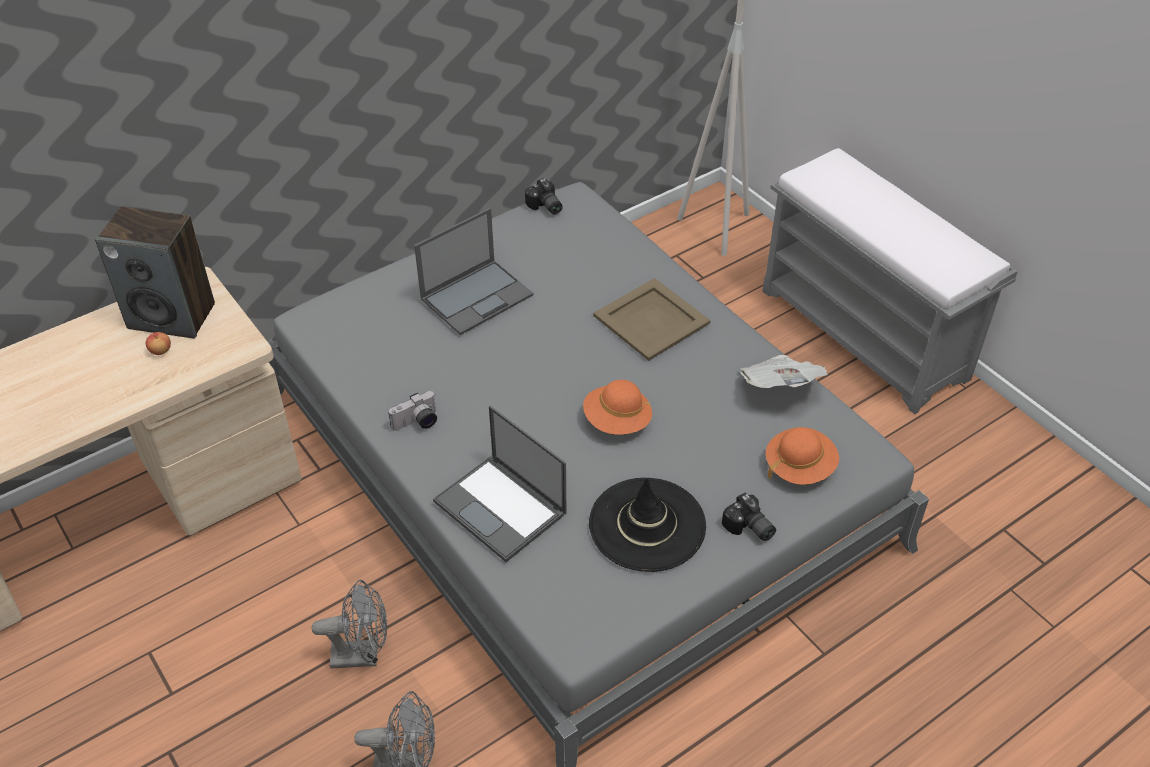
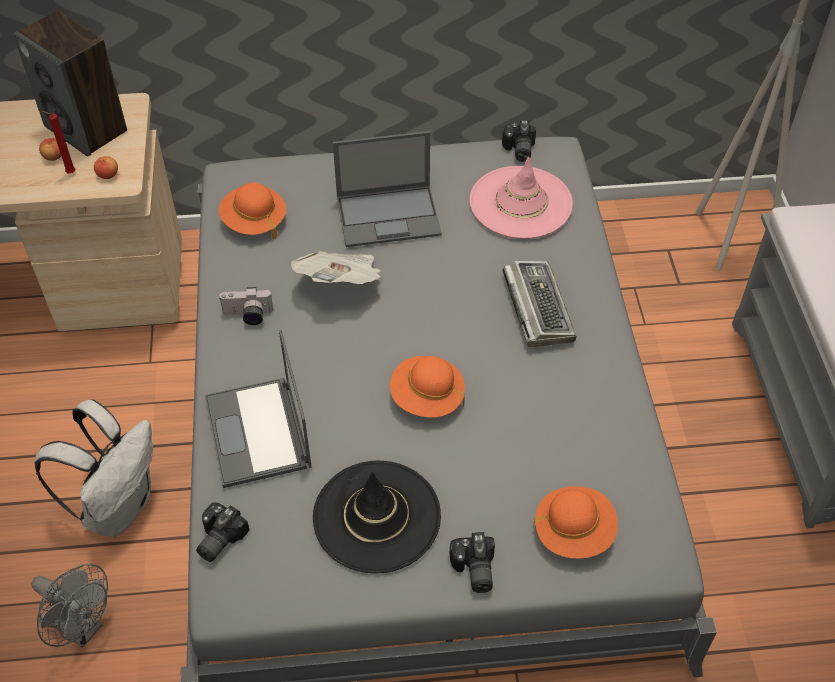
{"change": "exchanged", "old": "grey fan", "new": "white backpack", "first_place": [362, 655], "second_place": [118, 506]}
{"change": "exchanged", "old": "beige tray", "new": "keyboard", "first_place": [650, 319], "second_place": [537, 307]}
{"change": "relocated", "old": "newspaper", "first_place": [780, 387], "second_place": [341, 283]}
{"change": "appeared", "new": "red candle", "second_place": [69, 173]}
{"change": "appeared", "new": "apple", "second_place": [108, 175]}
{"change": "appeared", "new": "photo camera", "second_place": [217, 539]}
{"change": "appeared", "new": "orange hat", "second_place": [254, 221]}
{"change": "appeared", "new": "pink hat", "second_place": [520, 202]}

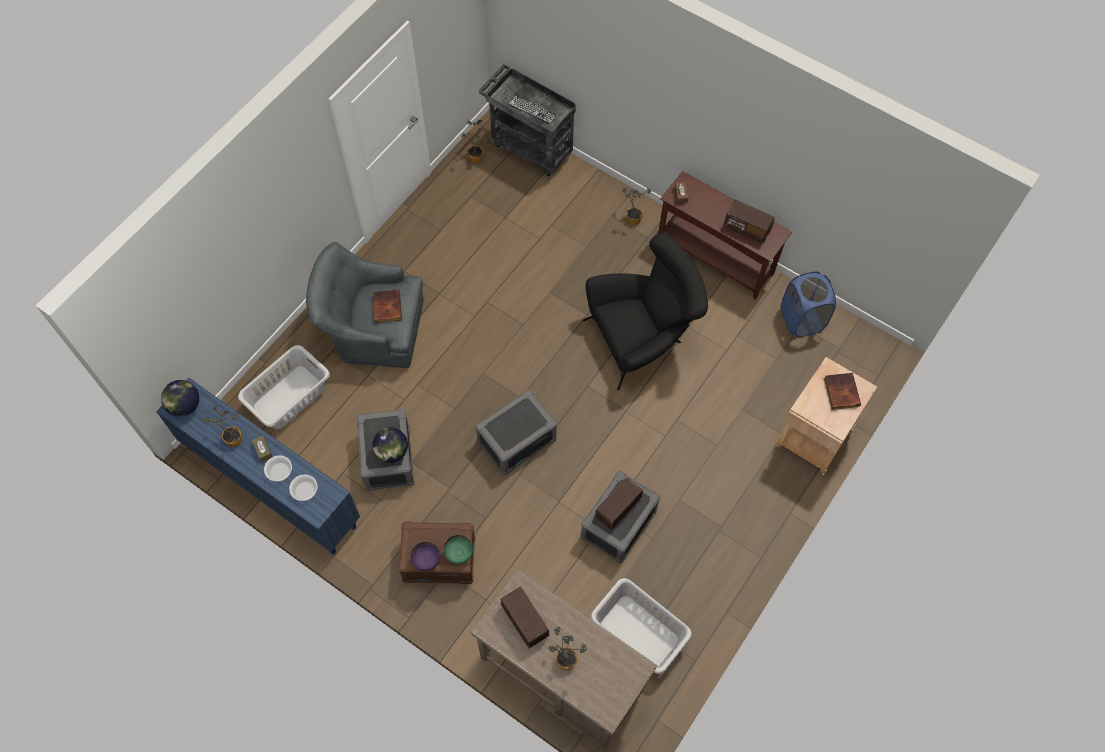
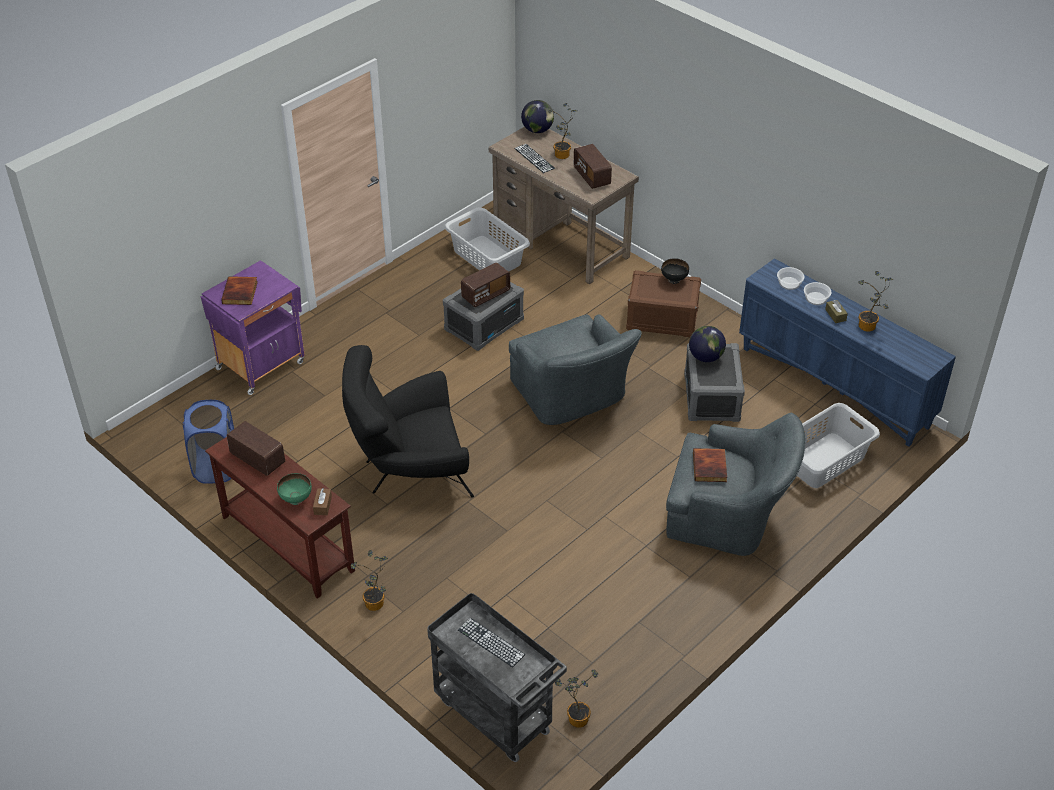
{"change": "relocated", "old": "globe", "first_place": [185, 405], "second_place": [537, 130]}
{"change": "colour", "old": "purple bowl", "new": "black bowl", "first_place": [426, 561], "second_place": [674, 280]}
{"change": "relocated", "old": "green bowl", "first_place": [459, 553], "second_place": [296, 499]}
{"change": "exchanged", "old": "grey storage box", "new": "grey armchair", "first_place": [517, 440], "second_place": [572, 397]}
{"change": "colour", "old": "brown cart", "new": "purple cart", "first_place": [813, 438], "second_place": [262, 365]}
{"change": "appeared", "new": "keyboard", "second_place": [534, 158]}

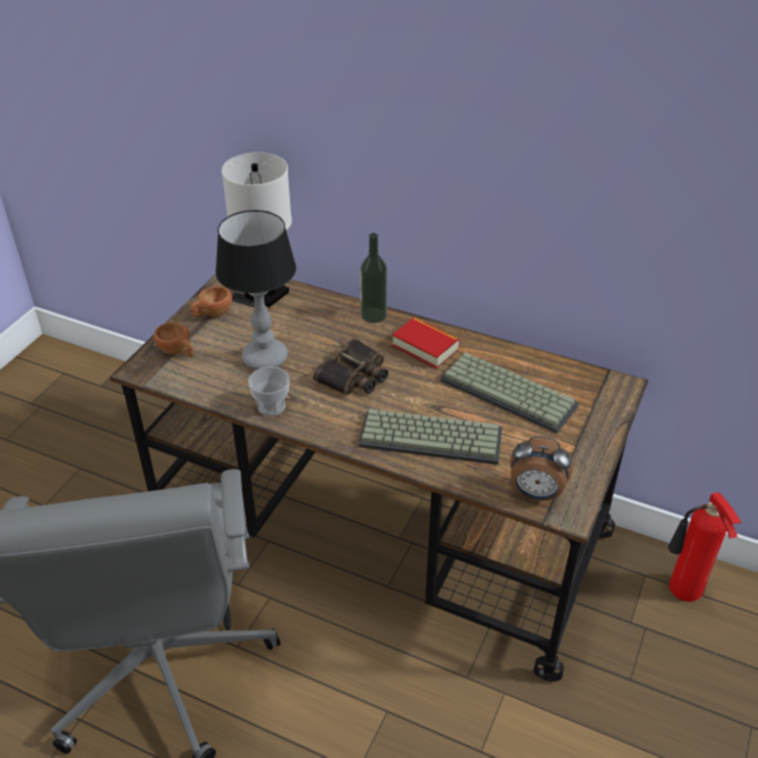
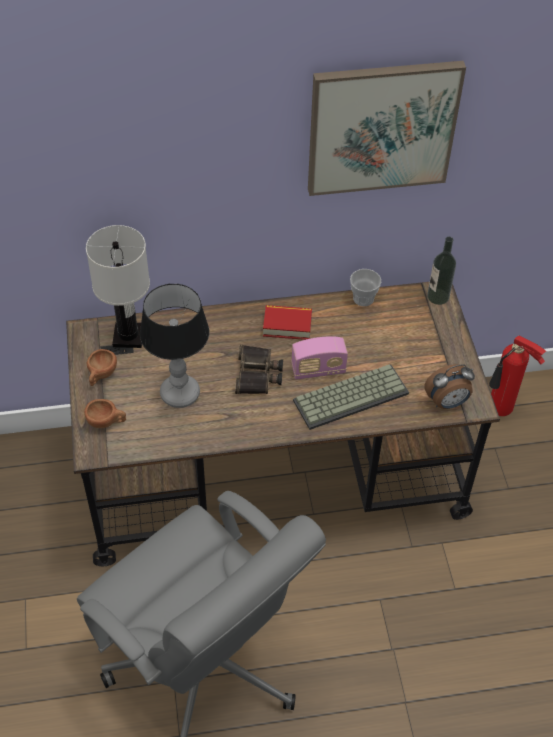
{"change": "relocated", "old": "cup", "first_place": [271, 406], "second_place": [363, 298]}
{"change": "relocated", "old": "bottle", "first_place": [373, 315], "second_place": [438, 296]}
{"change": "missing", "old": "keyboard", "first_place": [510, 392]}
{"change": "appeared", "new": "radio", "second_place": [318, 370]}
{"change": "appeared", "new": "picture", "second_place": [381, 127]}

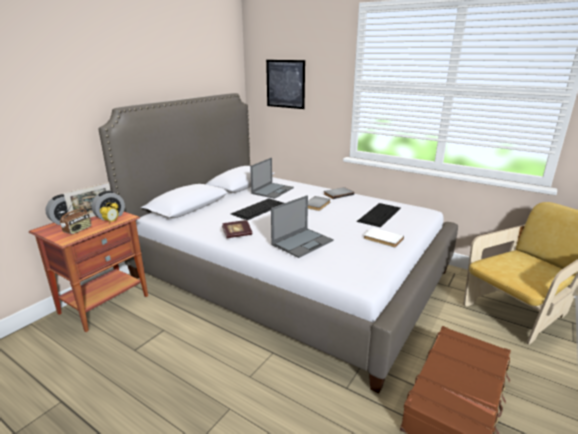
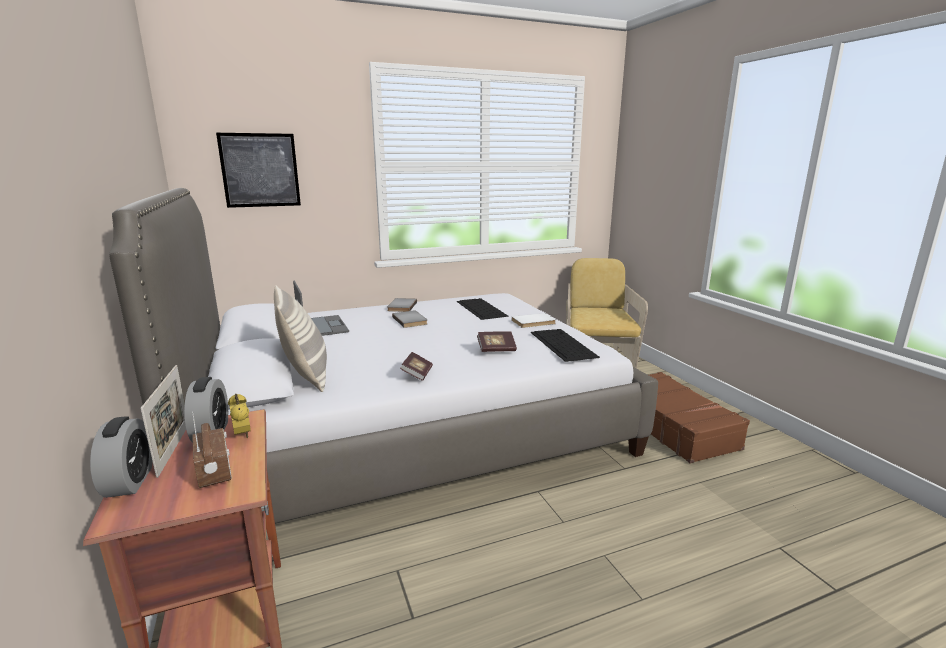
{"change": "relocated", "old": "keyboard", "first_place": [259, 208], "second_place": [562, 344]}
{"change": "exchanged", "old": "laptop", "new": "book", "first_place": [303, 242], "second_place": [496, 349]}
{"change": "appeared", "new": "pillow", "second_place": [306, 376]}

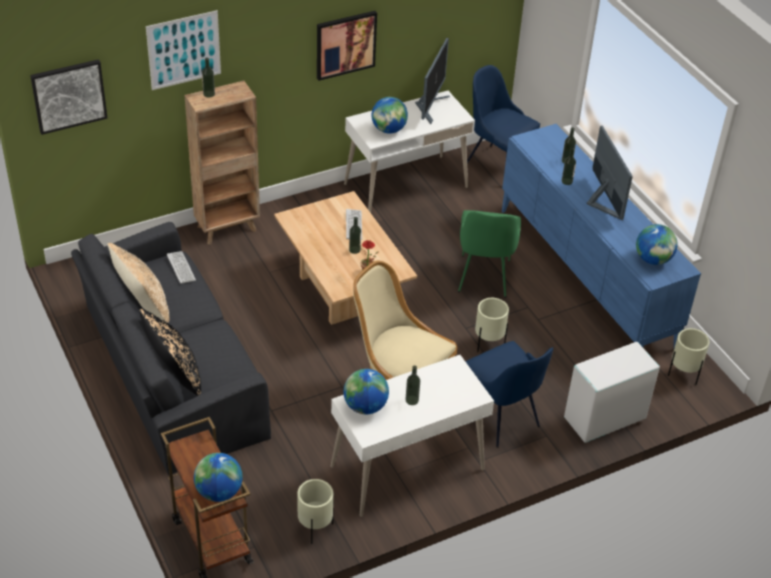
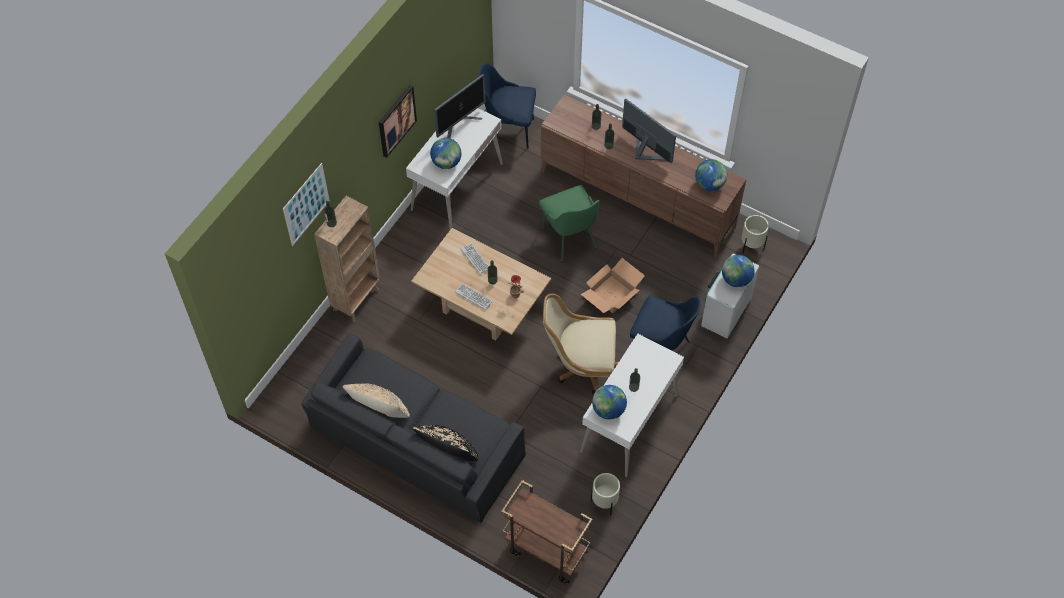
{"change": "missing", "old": "picture", "first_place": [69, 95]}
{"change": "relocated", "old": "keyboard", "first_place": [181, 268], "second_place": [474, 297]}
{"change": "relocated", "old": "globe", "first_place": [219, 492], "second_place": [736, 279]}
{"change": "spun", "old": "monitor", "first_place": [430, 106], "second_place": [459, 123], "degrees": 60}
{"change": "exchanged", "old": "beige planter", "new": "cardboard box", "first_place": [488, 344], "second_place": [612, 295]}
{"change": "colour", "old": "blue cabinet", "new": "brown cabinet", "first_place": [586, 277], "second_place": [638, 200]}

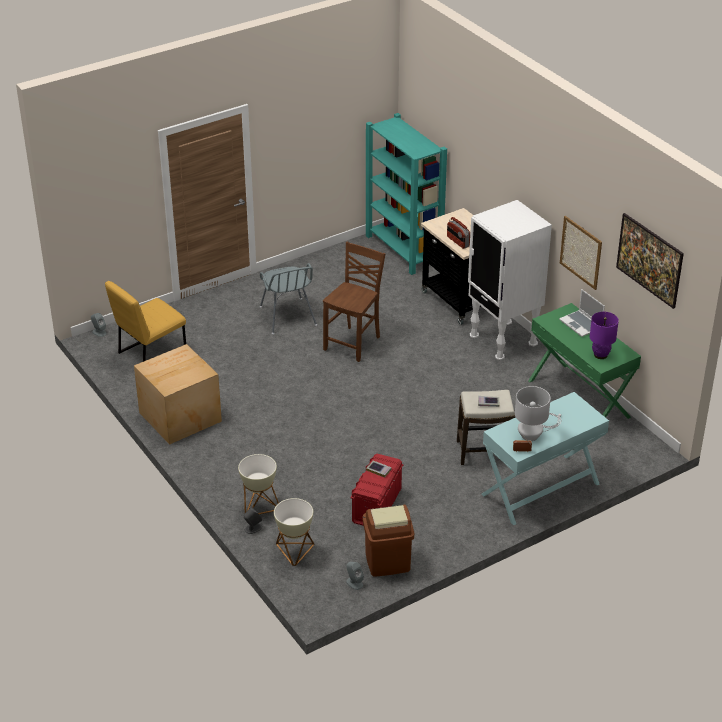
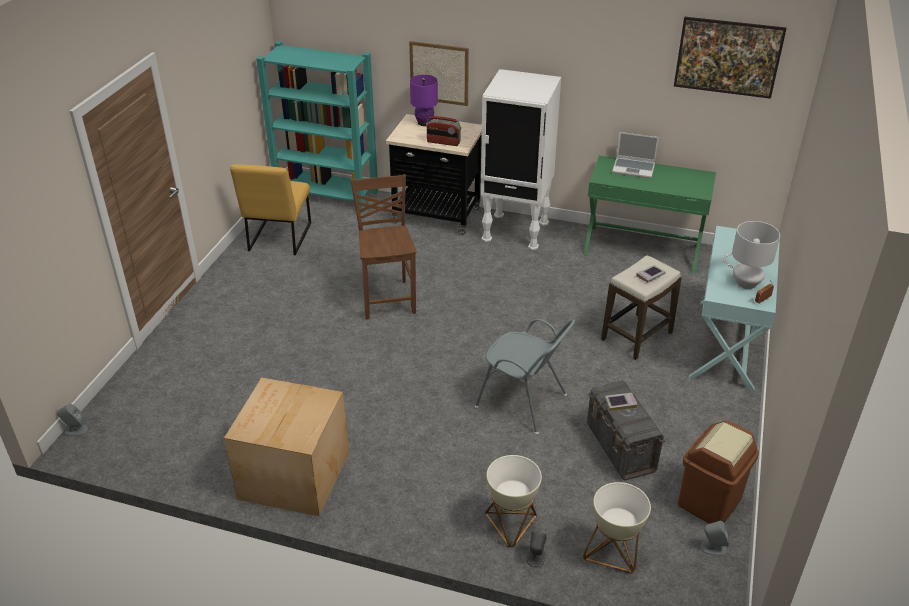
{"change": "relocated", "old": "yellow chair", "first_place": [150, 353], "second_place": [279, 238]}
{"change": "relocated", "old": "grey chair", "first_place": [288, 317], "second_place": [524, 402]}
{"change": "colour", "old": "red storage box", "new": "grey storage box", "first_place": [376, 506], "second_place": [620, 448]}
{"change": "relocated", "old": "picture", "first_place": [581, 251], "second_place": [439, 72]}
{"change": "relocated", "old": "purple table lamp", "first_place": [600, 355], "second_place": [424, 122]}

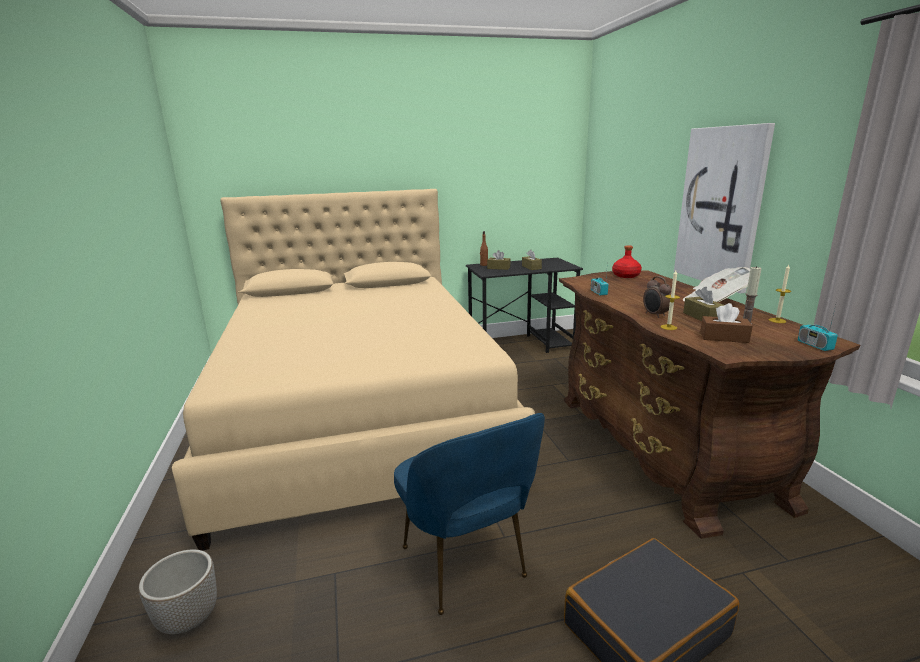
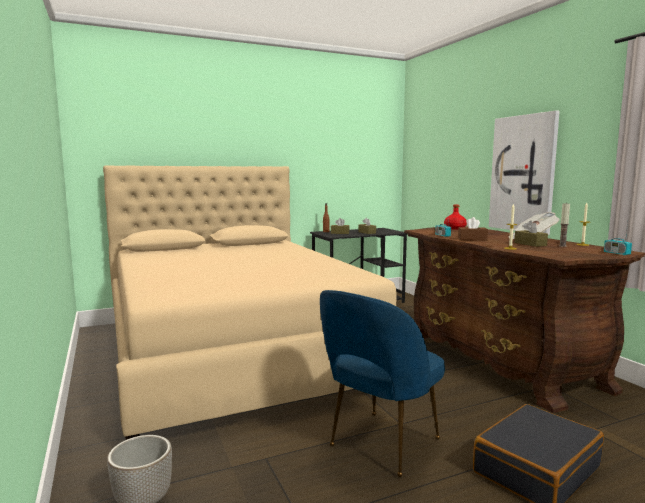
{"change": "spun", "old": "blue chair", "first_place": [467, 570], "second_place": [379, 446], "degrees": 75}
{"change": "missing", "old": "alarm clock", "first_place": [654, 315]}
{"change": "relocated", "old": "brown tissue box", "first_place": [724, 337], "second_place": [472, 239]}

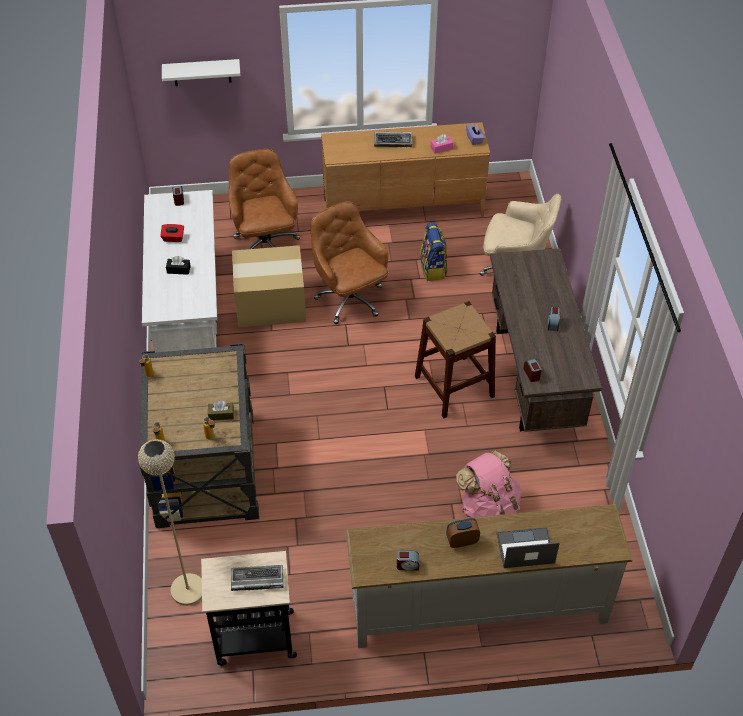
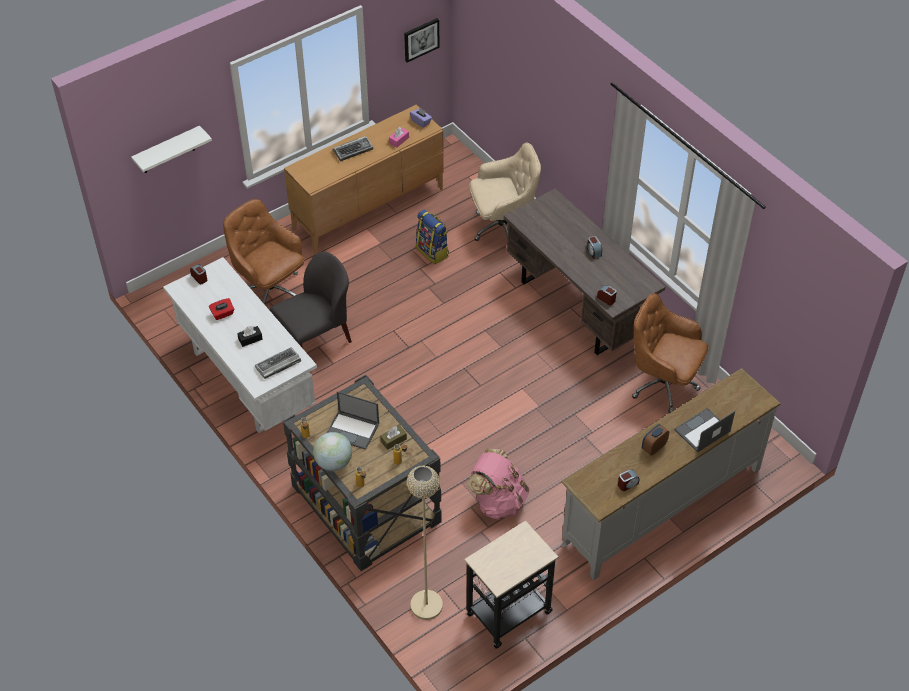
{"change": "relocated", "old": "keyboard", "first_place": [256, 580], "second_place": [278, 365]}
{"change": "exchanged", "old": "cardboard box", "new": "grey chair", "first_place": [271, 303], "second_place": [315, 340]}
{"change": "relocated", "old": "brown office chair", "first_place": [350, 299], "second_place": [663, 384]}
{"change": "missing", "old": "brown stool", "first_place": [454, 386]}
{"change": "relocated", "old": "pink backpack", "first_place": [488, 507], "second_place": [498, 501]}
{"change": "appeared", "new": "globe", "second_place": [333, 463]}
{"change": "appeared", "new": "laptop", "second_place": [353, 430]}
{"change": "appeared", "new": "picture", "second_place": [421, 39]}

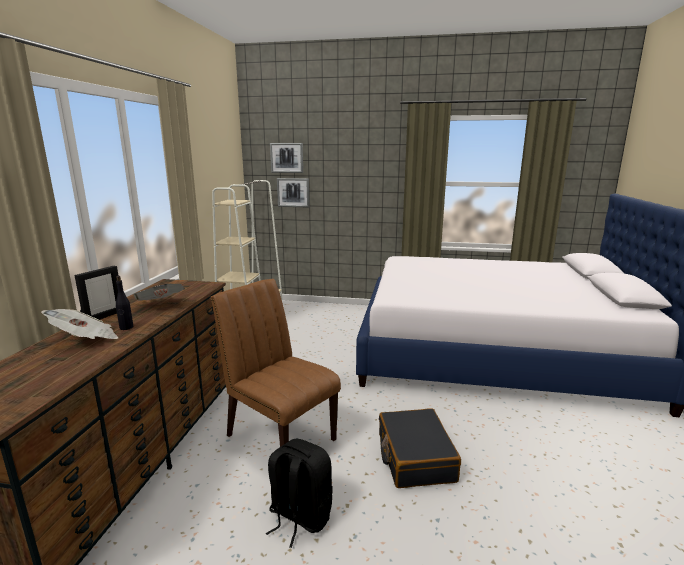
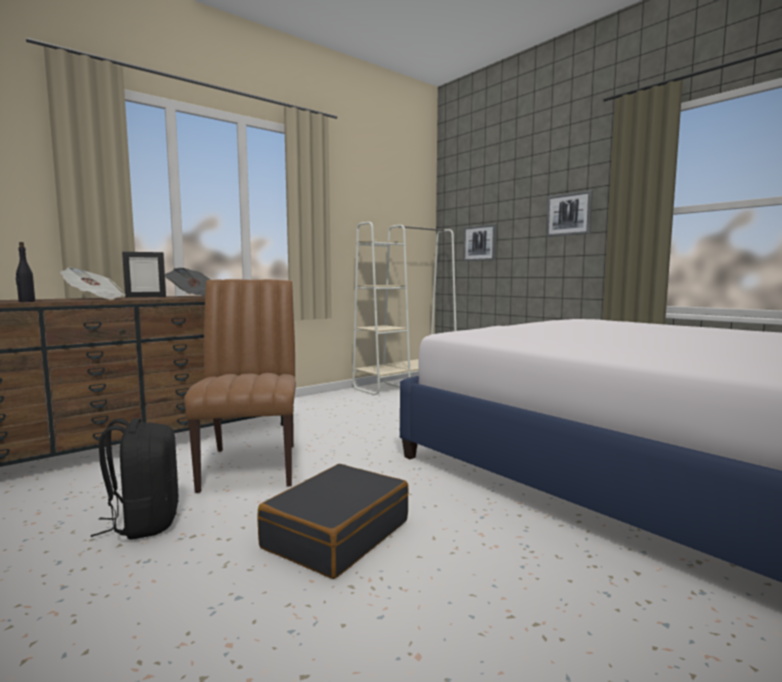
{"change": "relocated", "old": "black bottle", "first_place": [126, 327], "second_place": [26, 301]}
{"change": "relocated", "old": "picture", "first_place": [287, 158], "second_place": [569, 214]}

